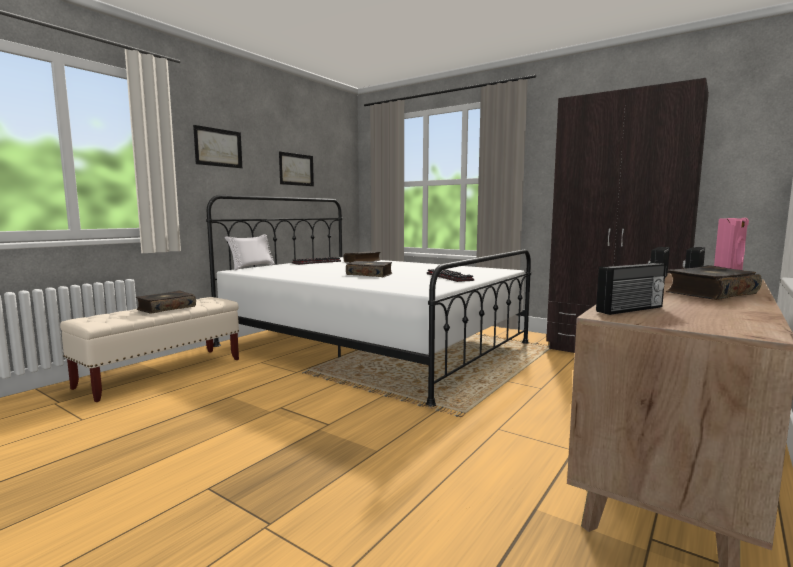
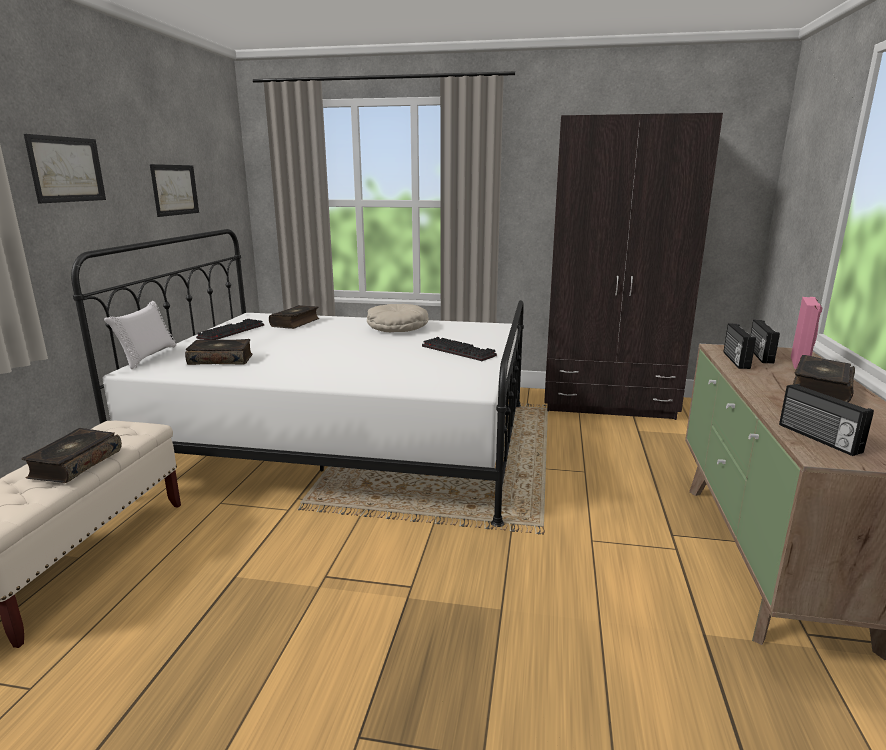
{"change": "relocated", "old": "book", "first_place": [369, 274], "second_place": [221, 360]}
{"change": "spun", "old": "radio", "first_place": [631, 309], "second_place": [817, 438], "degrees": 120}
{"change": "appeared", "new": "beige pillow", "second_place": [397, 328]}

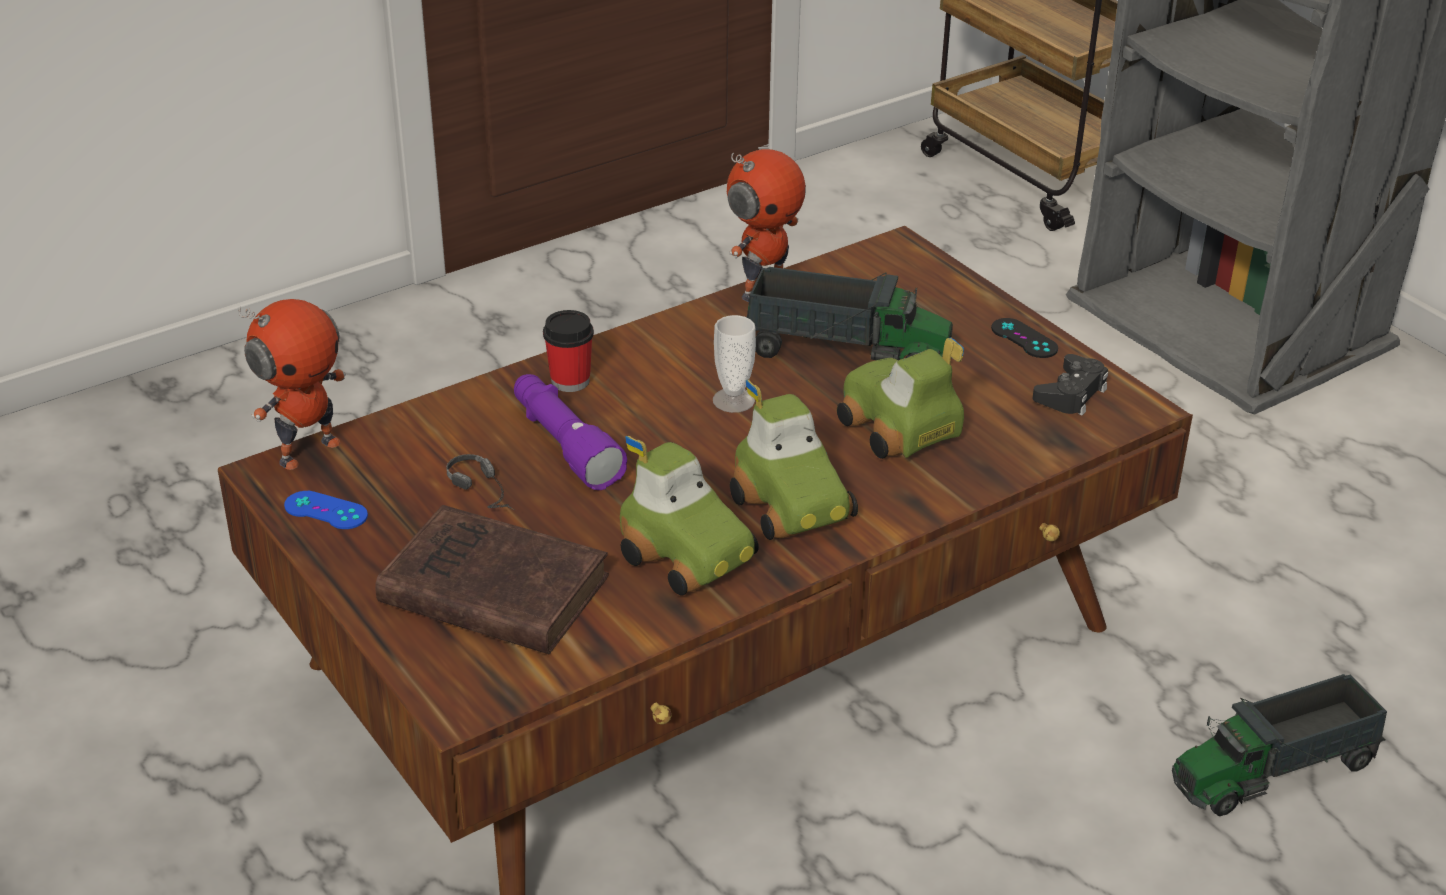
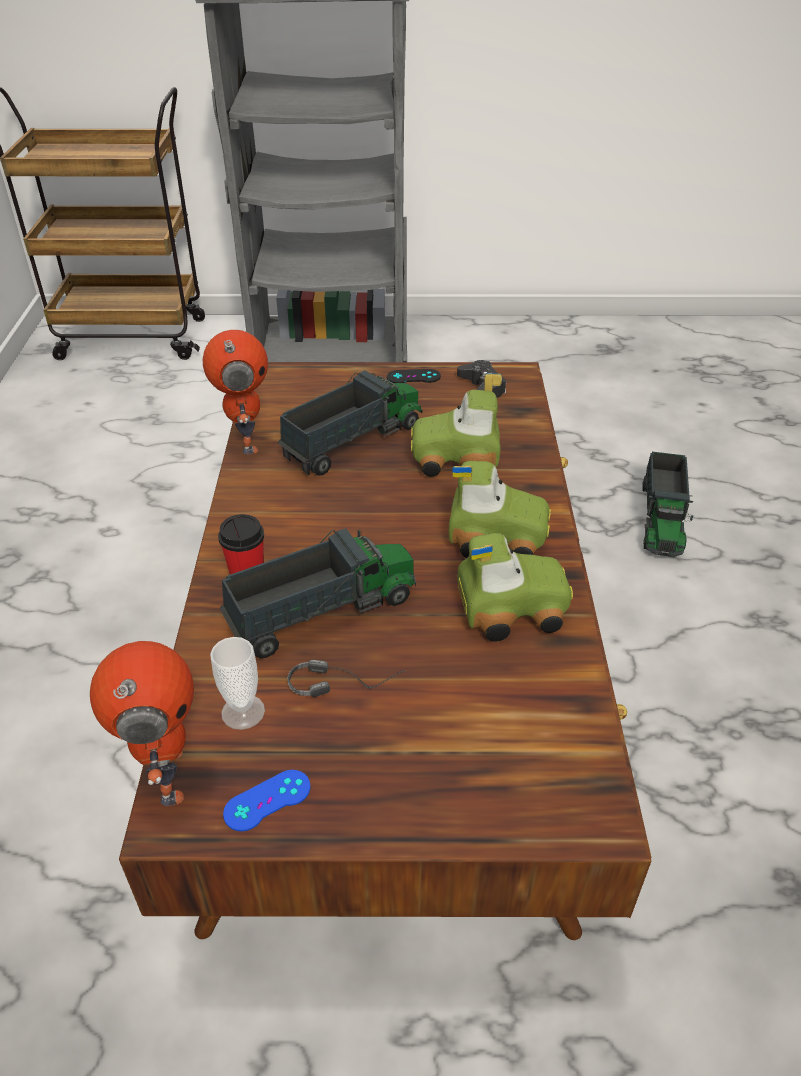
{"change": "missing", "old": "brown book", "first_place": [488, 589]}
{"change": "exchanged", "old": "purple flashlight", "new": "toy truck", "first_place": [564, 445], "second_place": [322, 612]}
{"change": "relocated", "old": "cup", "first_place": [733, 400], "second_place": [243, 712]}

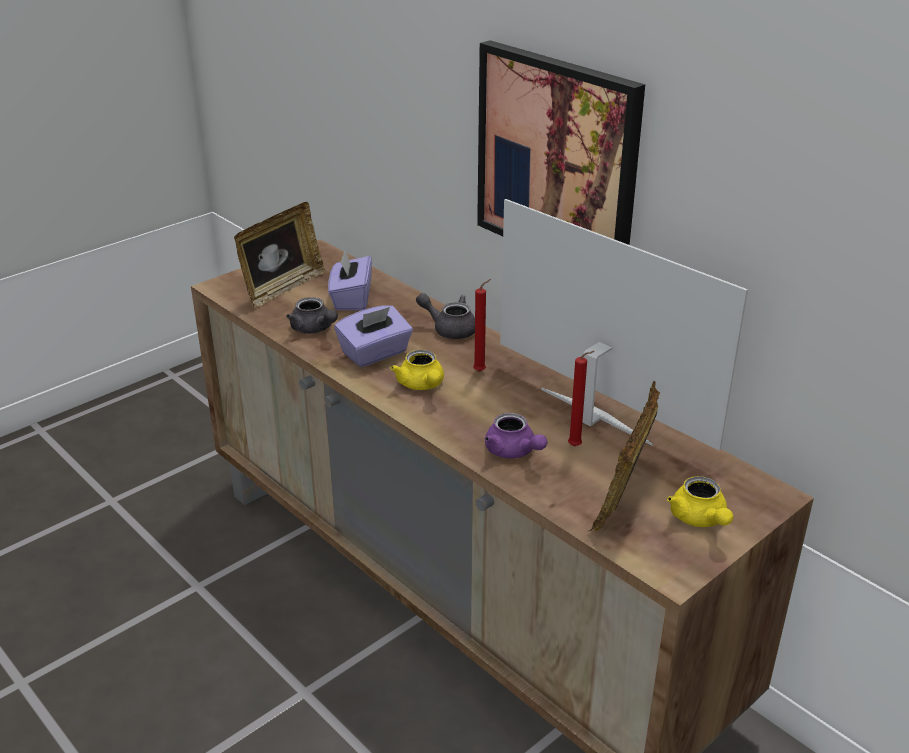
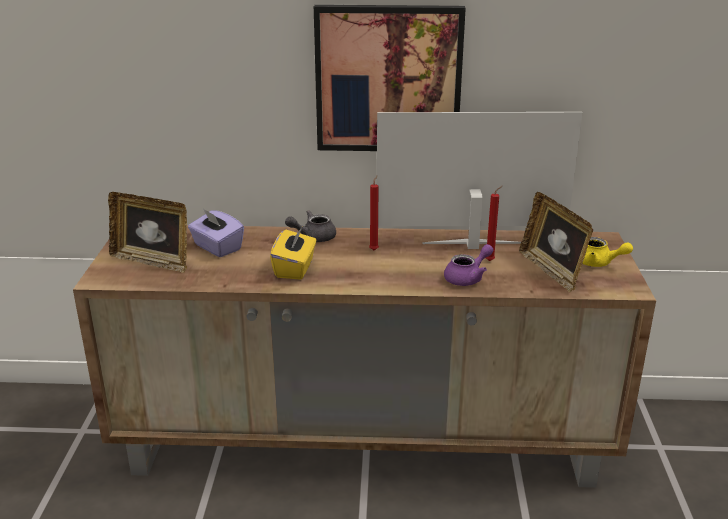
{"change": "spun", "old": "picture frame", "first_place": [282, 288], "second_place": [152, 261], "degrees": 120}
{"change": "missing", "old": "grey teapot", "first_place": [314, 329]}
{"change": "colour", "old": "purple tissue box", "new": "yellow tissue box", "first_place": [375, 353], "second_place": [295, 269]}
{"change": "missing", "old": "yellow teapot", "first_place": [422, 385]}
{"change": "spun", "old": "purple teapot", "first_place": [513, 452], "second_place": [468, 278], "degrees": -45}

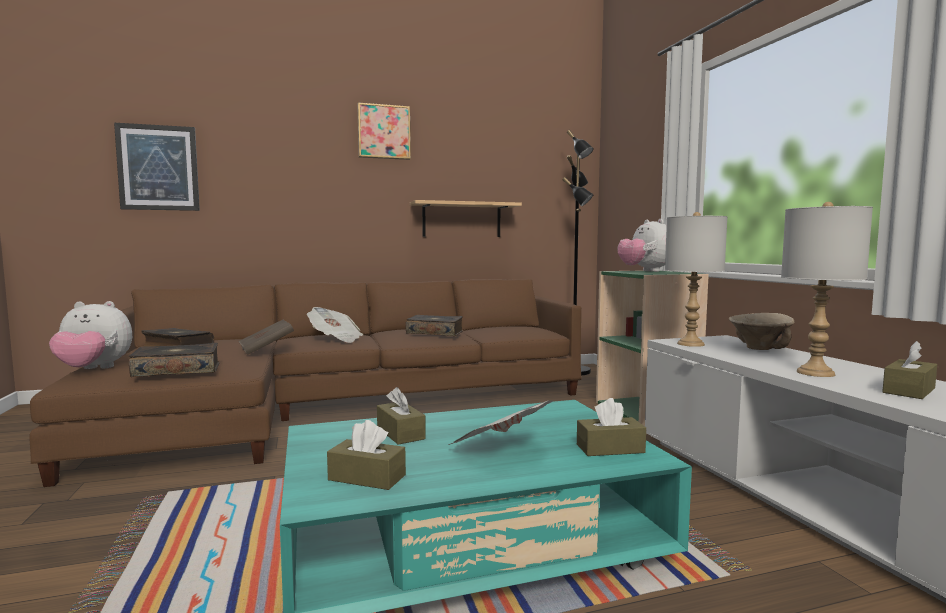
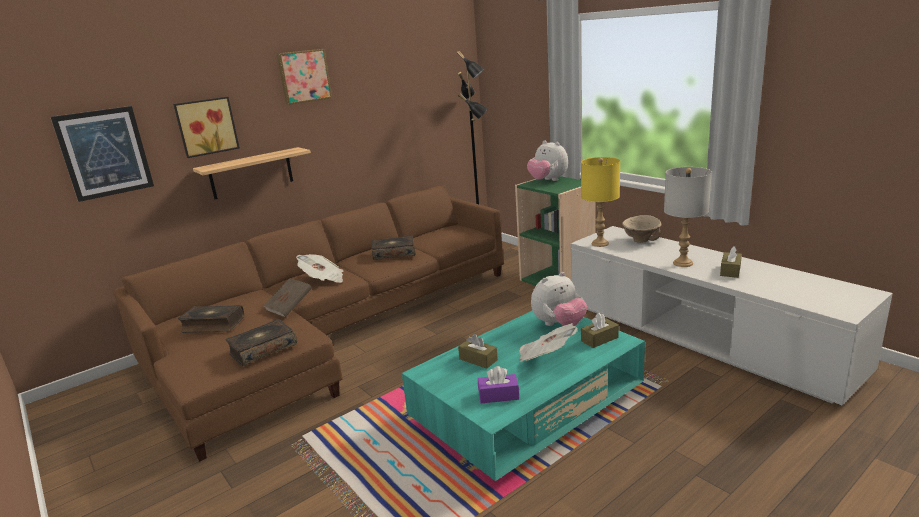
{"change": "relocated", "old": "plush toy", "first_place": [93, 369], "second_place": [559, 325]}
{"change": "colour", "old": "brown tissue box", "new": "purple tissue box", "first_place": [367, 477], "second_place": [498, 395]}
{"change": "relocated", "old": "shelf", "first_place": [462, 220], "second_place": [251, 173]}
{"change": "colour", "old": "grey table lamp", "new": "yellow table lamp", "first_place": [690, 344], "second_place": [600, 243]}
{"change": "appeared", "new": "picture", "second_place": [206, 126]}

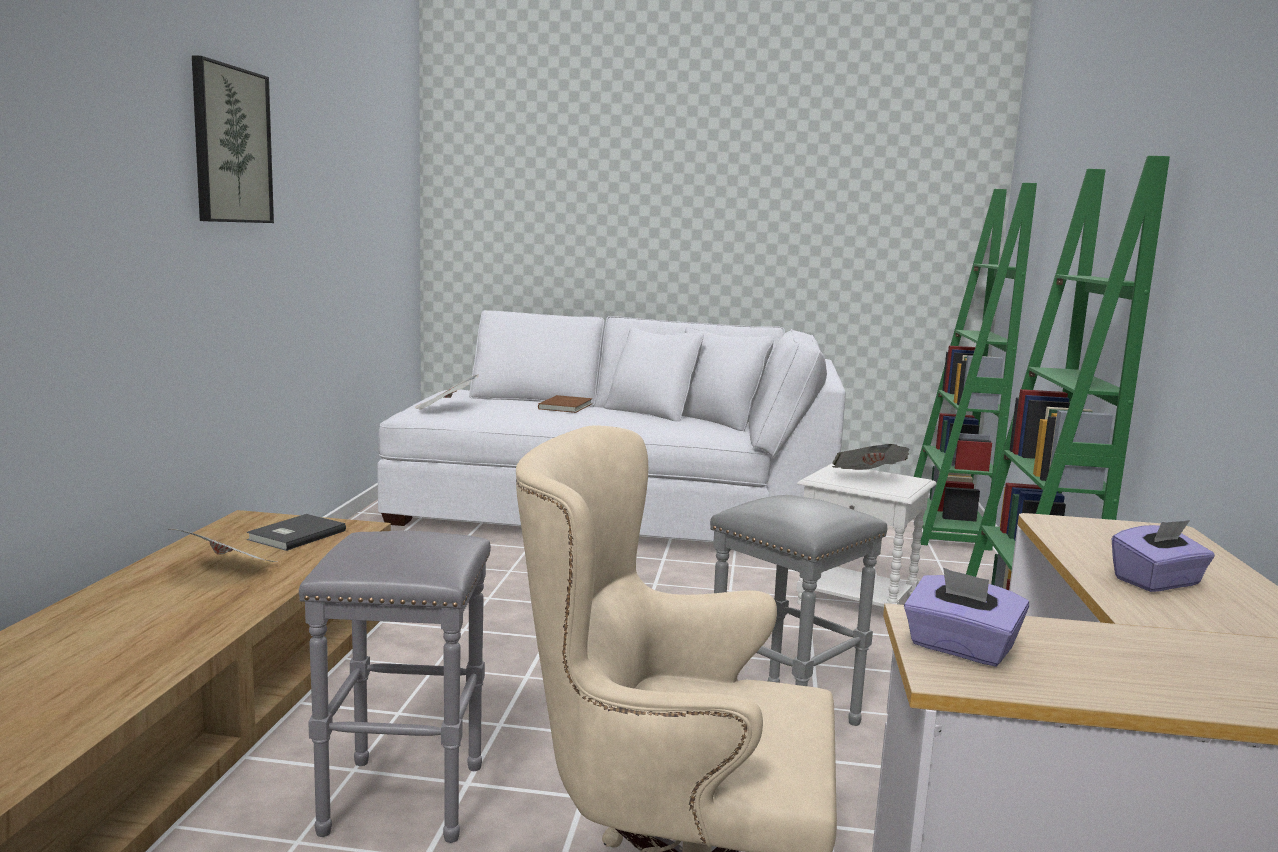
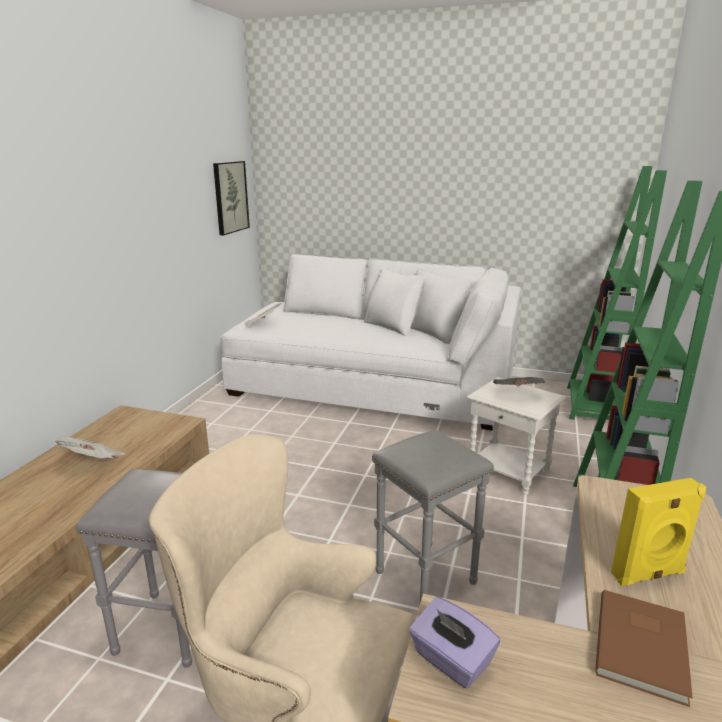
{"change": "relocated", "old": "picture", "first_place": [231, 145], "second_place": [230, 197]}
{"change": "missing", "old": "grey book", "first_place": [294, 535]}
{"change": "relocated", "old": "brown book", "first_place": [567, 406], "second_place": [644, 646]}
{"change": "exchanged", "old": "purple tissue box", "new": "yellow speaker", "first_place": [1157, 582], "second_place": [649, 575]}

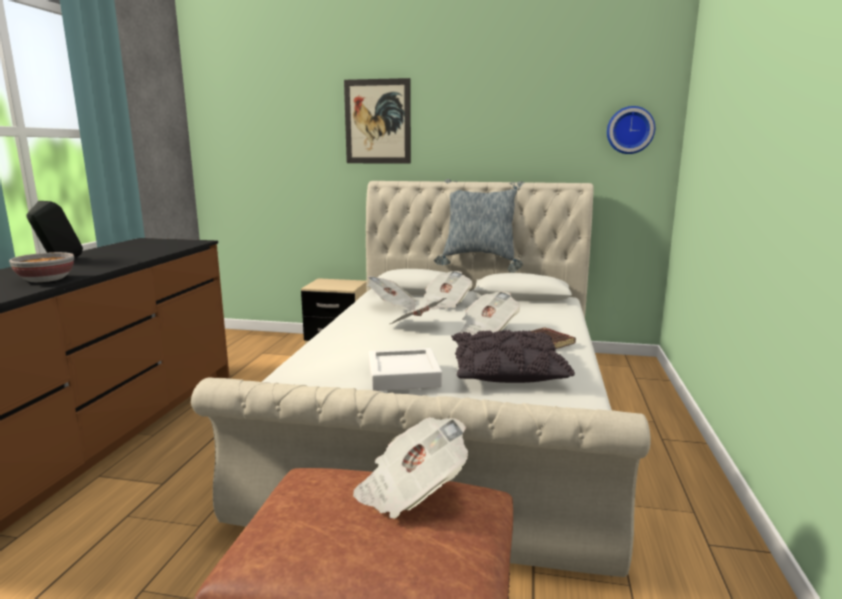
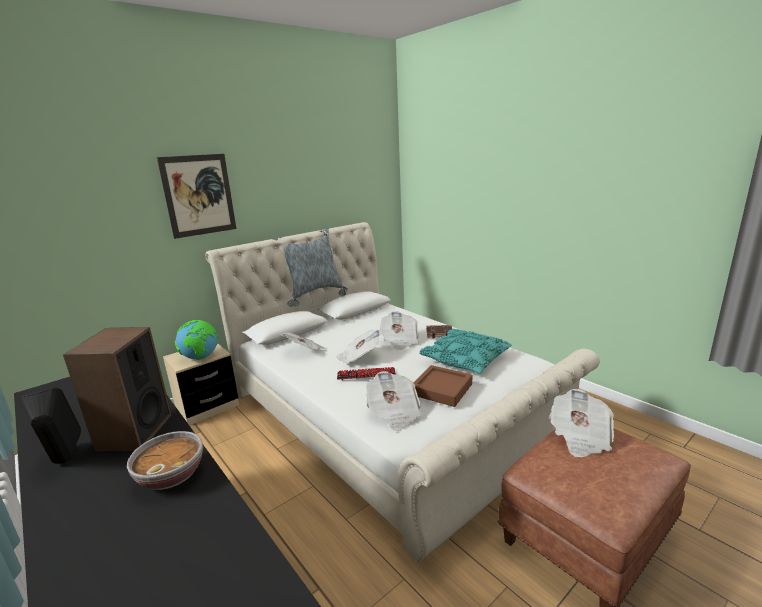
{"change": "colour", "old": "white tray", "new": "brown tray", "first_place": [403, 376], "second_place": [442, 389]}
{"change": "relocated", "old": "newspaper", "first_place": [445, 304], "second_place": [394, 413]}
{"change": "colour", "old": "black pillow", "new": "turquoise pillow", "first_place": [506, 371], "second_place": [465, 359]}
{"change": "missing", "old": "wall clock", "first_place": [630, 130]}
{"change": "appeared", "new": "speaker", "second_place": [134, 432]}
{"change": "appeared", "new": "globe", "second_place": [201, 358]}
{"change": "appeared", "new": "keyboard", "second_place": [366, 374]}

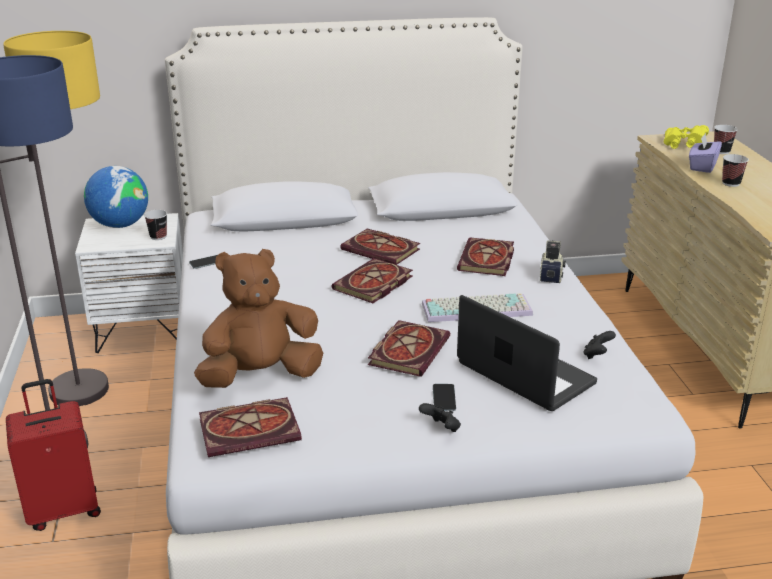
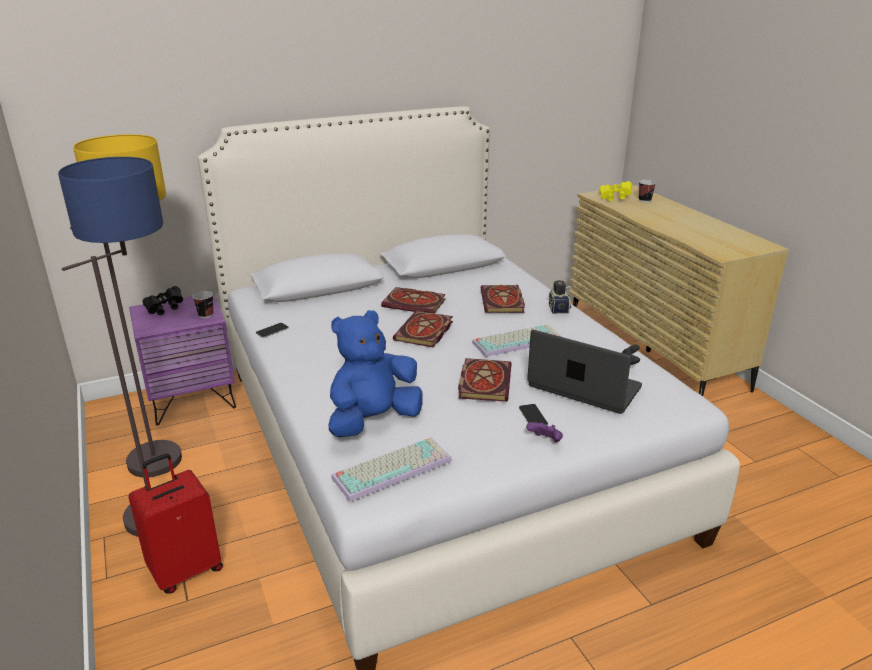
{"change": "colour", "old": "white nightstand", "new": "purple nightstand", "first_place": [143, 330], "second_place": [192, 399]}
{"change": "exchanged", "old": "globe", "new": "black binoculars", "first_place": [120, 225], "second_place": [165, 309]}
{"change": "colour", "old": "brown plush toy", "new": "blue plush toy", "first_place": [260, 376], "second_place": [373, 421]}
{"change": "exchanged", "old": "book", "new": "keyboard", "first_place": [252, 429], "second_place": [392, 467]}
{"change": "colour", "old": "black game controller", "new": "purple game controller", "first_place": [441, 429], "second_place": [545, 441]}
{"change": "missing", "old": "purple tissue box", "first_place": [702, 166]}
{"change": "missing", "old": "cup", "first_place": [731, 183]}

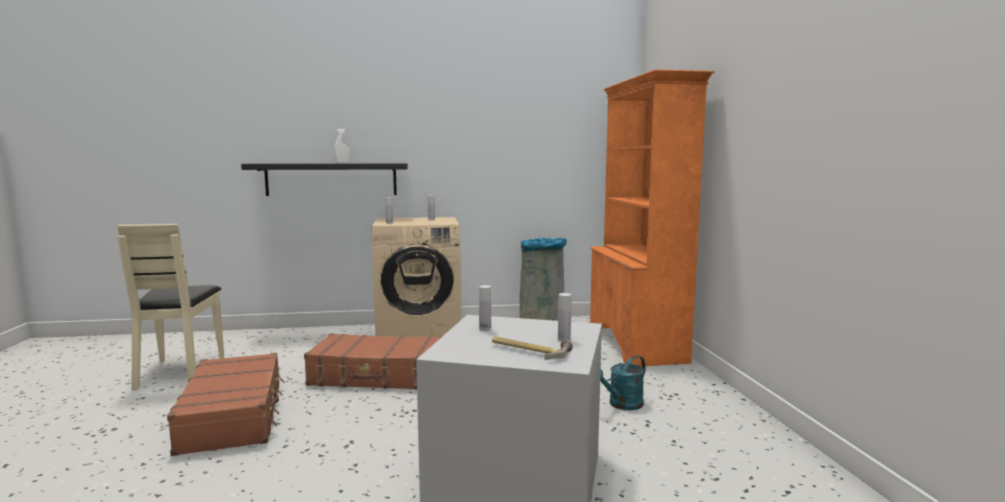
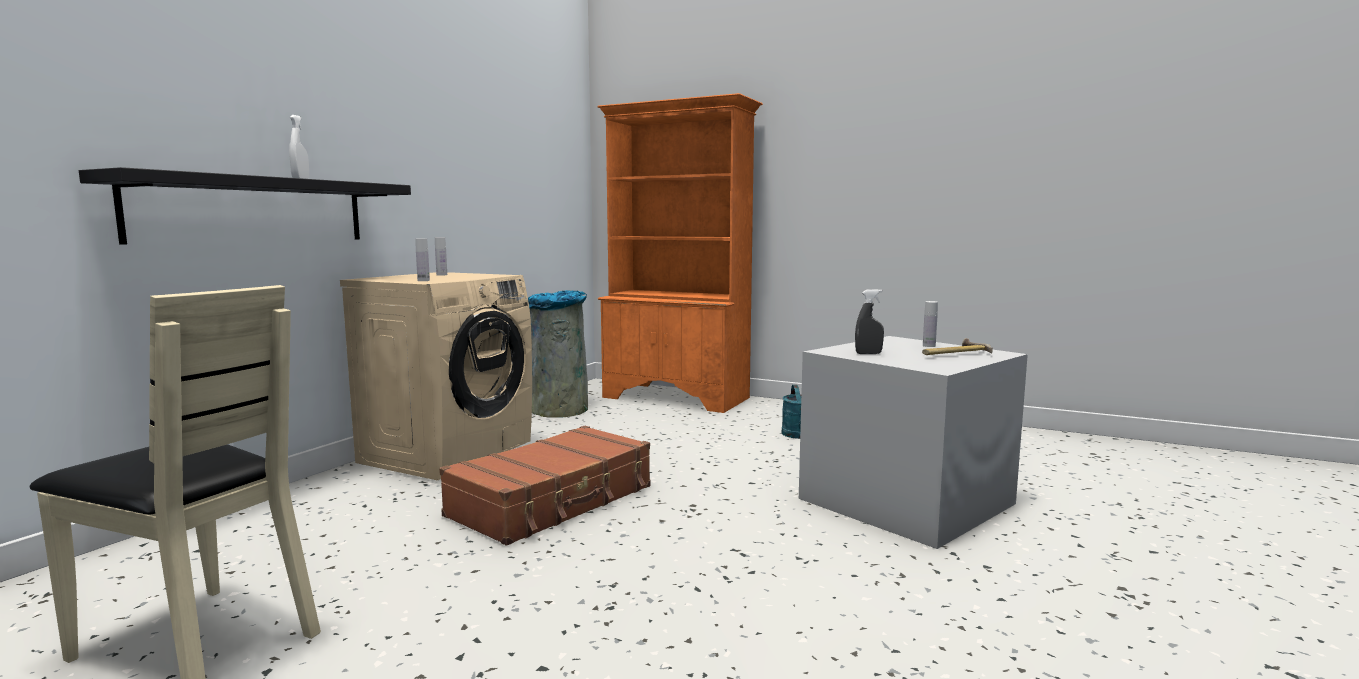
{"change": "missing", "old": "brown suitcase", "first_place": [234, 415]}
{"change": "exchanged", "old": "white bottle", "new": "grey spray bottle", "first_place": [485, 329], "second_place": [868, 353]}

